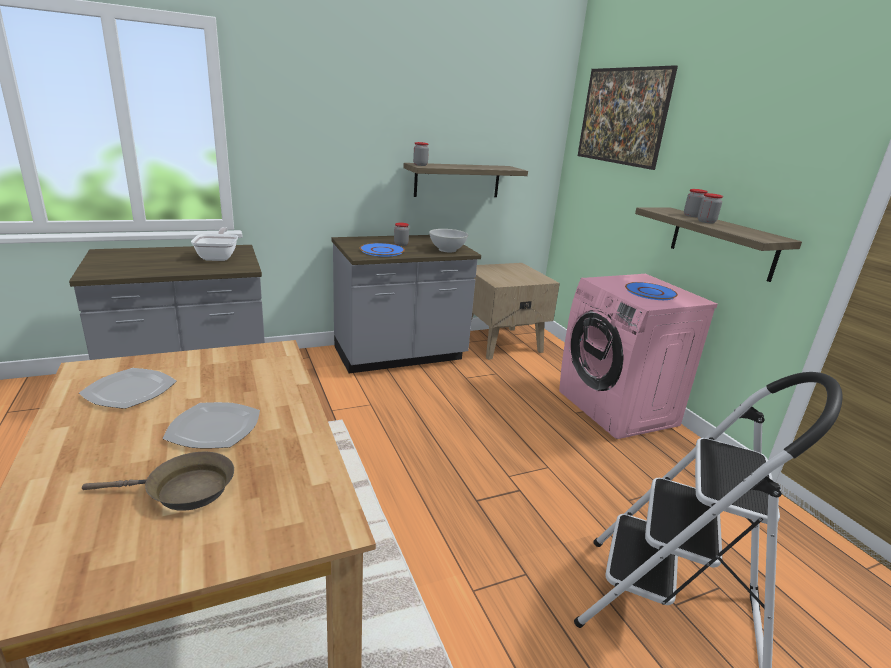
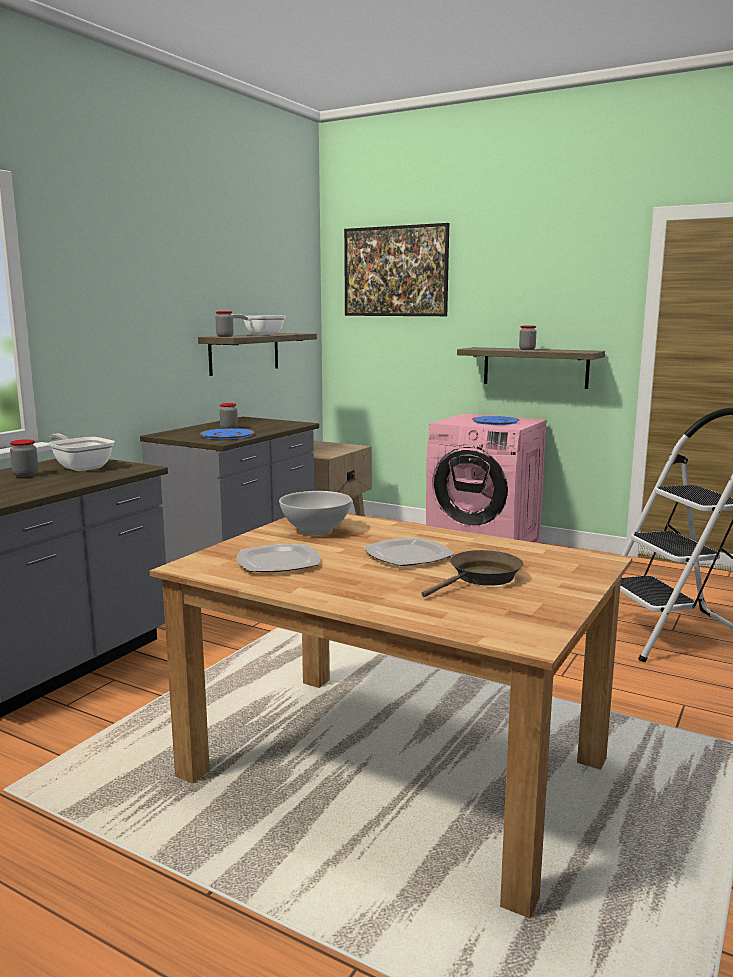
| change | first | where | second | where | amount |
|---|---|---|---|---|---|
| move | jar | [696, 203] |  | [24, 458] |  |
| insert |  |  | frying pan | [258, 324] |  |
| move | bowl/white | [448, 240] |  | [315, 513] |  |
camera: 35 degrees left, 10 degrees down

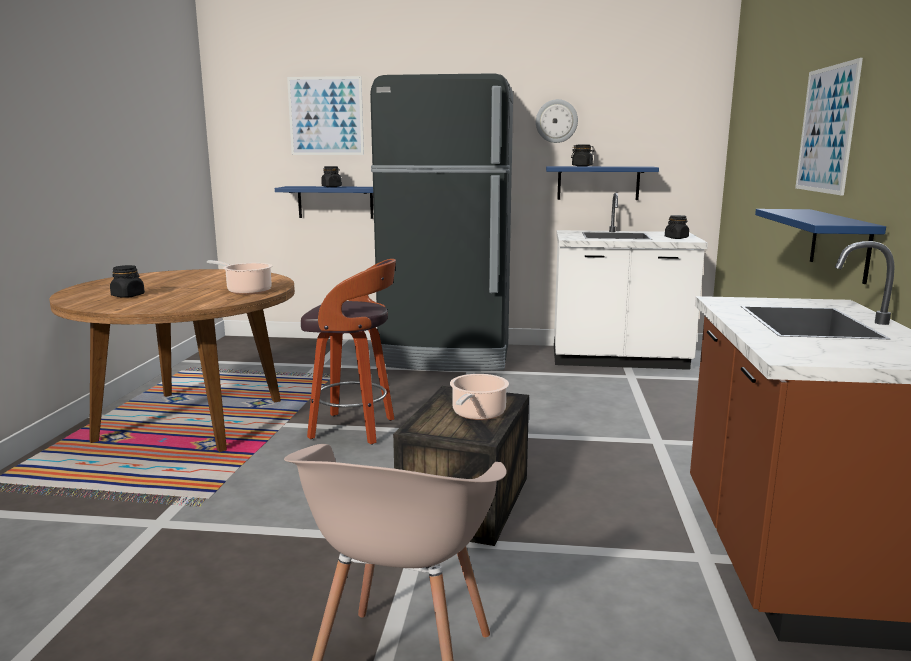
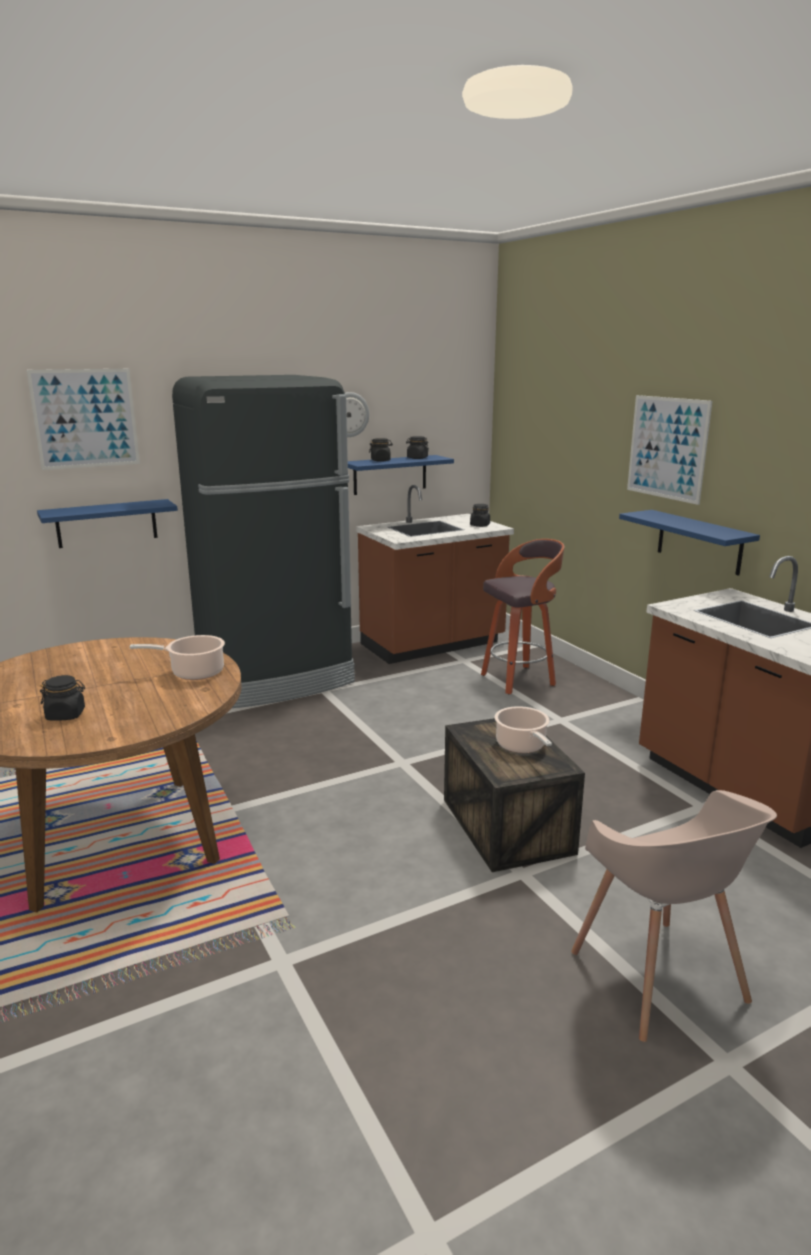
| change | first | where | second | where | amount |
|---|---|---|---|---|---|
| recolor | counter/white | [631, 281] | counter/brown | [435, 574] |  |
| move | jar/black | [331, 176] |  | [417, 447] |  |
| move | stool | [348, 352] |  | [523, 617] |  |
camera: 35 degrees left, 5 degrees up

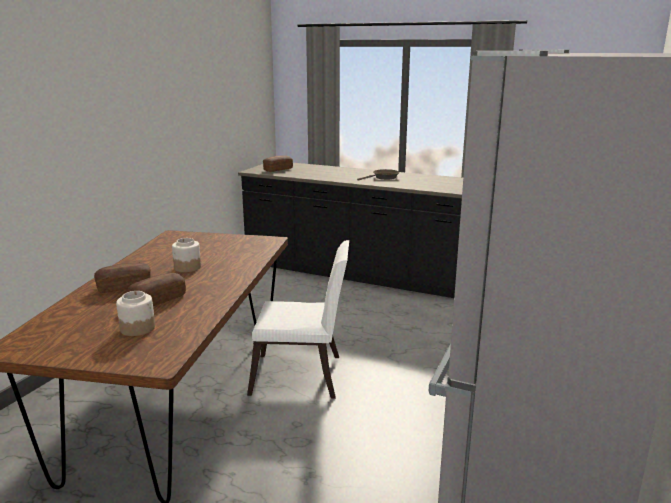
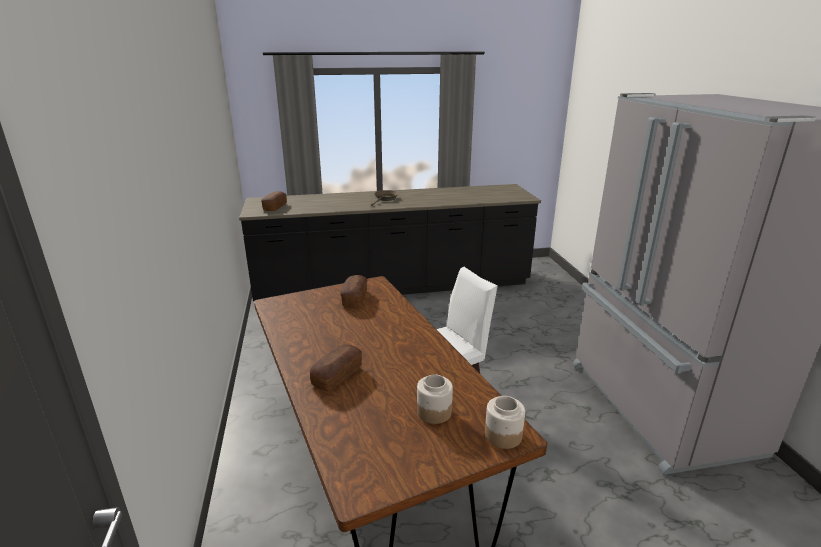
| change | first | where | second | where | amount |
|---|---|---|---|---|---|
| move | bread | [157, 289] |  | [353, 291] |  |
| move | jar | [186, 255] |  | [505, 422] |  |
camera: 35 degrees left, 5 degrees up

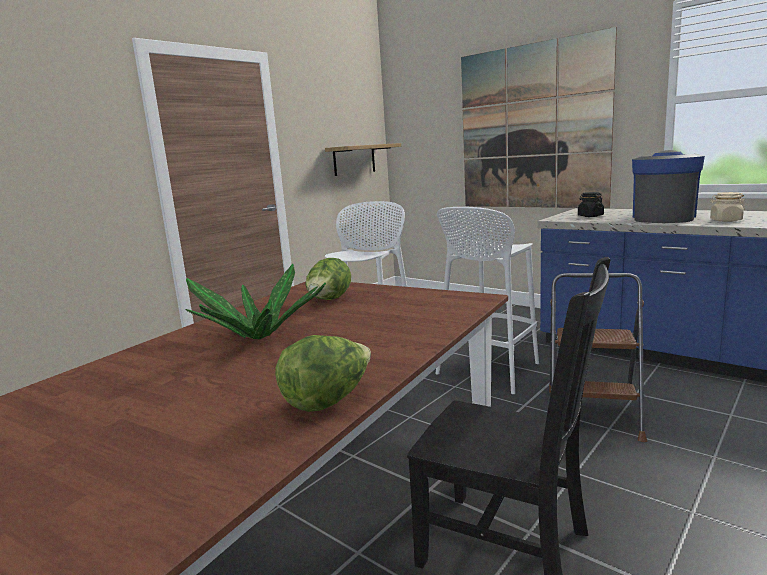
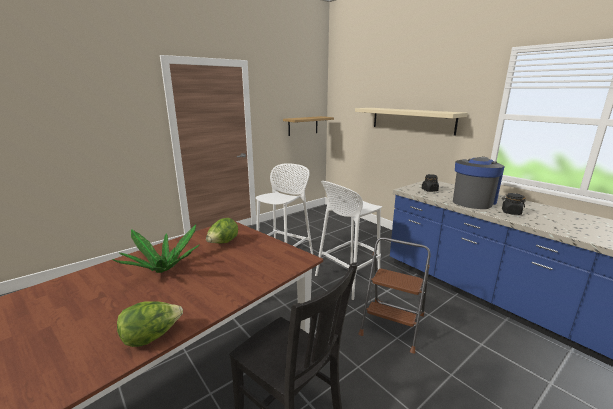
| change | first | where | second | where | amount |
|---|---|---|---|---|---|
| replace | picture | [539, 117] | shelf/beige | [411, 122] |  |
| recolor | jar/beige | [727, 207] | jar/black | [514, 204] |  |
camera: 10 degrees right, 5 degrees up

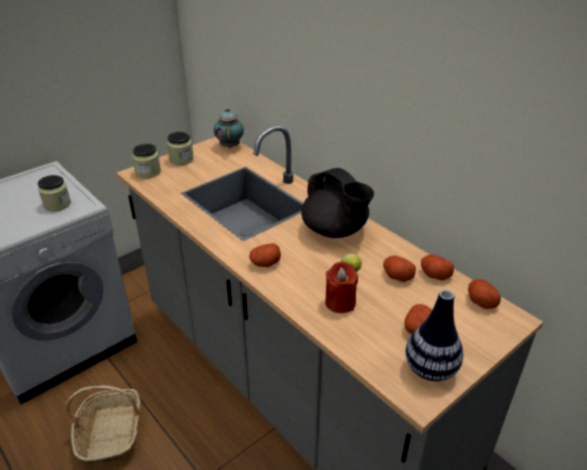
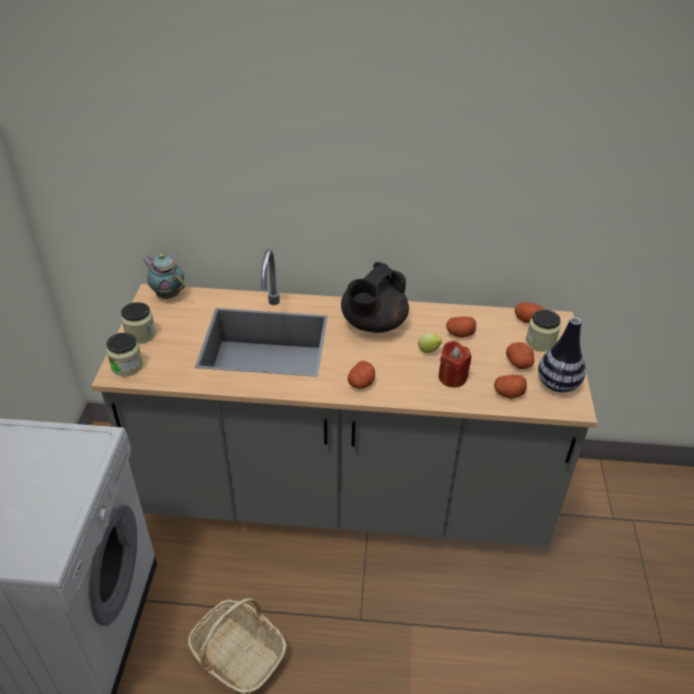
| change | first | where | second | where | amount |
|---|---|---|---|---|---|
| rotate | teapot/black | [337, 203] |  | [375, 297] | 120 degrees clockwise |
| move | potato | [437, 267] |  | [510, 387] |  |
| move | jar | [54, 193] |  | [543, 330] |  |
camera: 45 degrees left, 5 degrees up

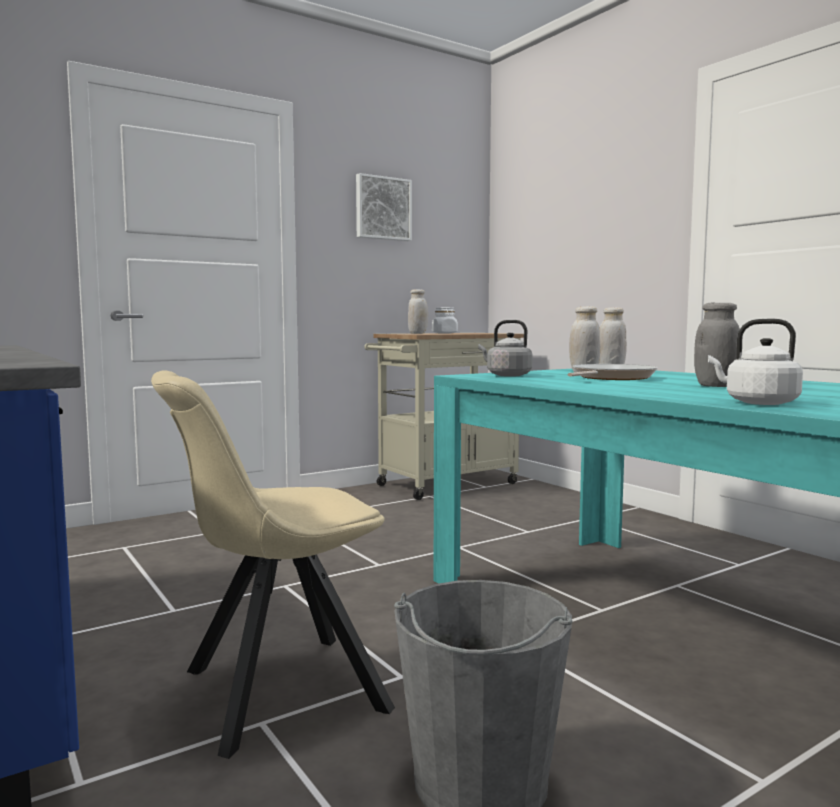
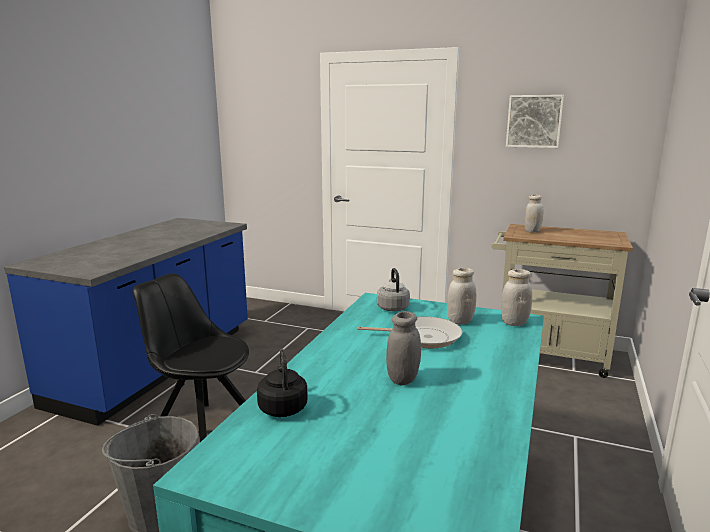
| change | first | where | second | where | amount |
|---|---|---|---|---|---|
| recolor | chair/beige | [273, 564] | chair/black | [190, 357] |  |
| recolor | kettle/white | [755, 362] | kettle/black | [282, 383] |  |
| delete | jar/white | [445, 320] |  |  |  |
camera: 55 degrees right, 10 degrees up

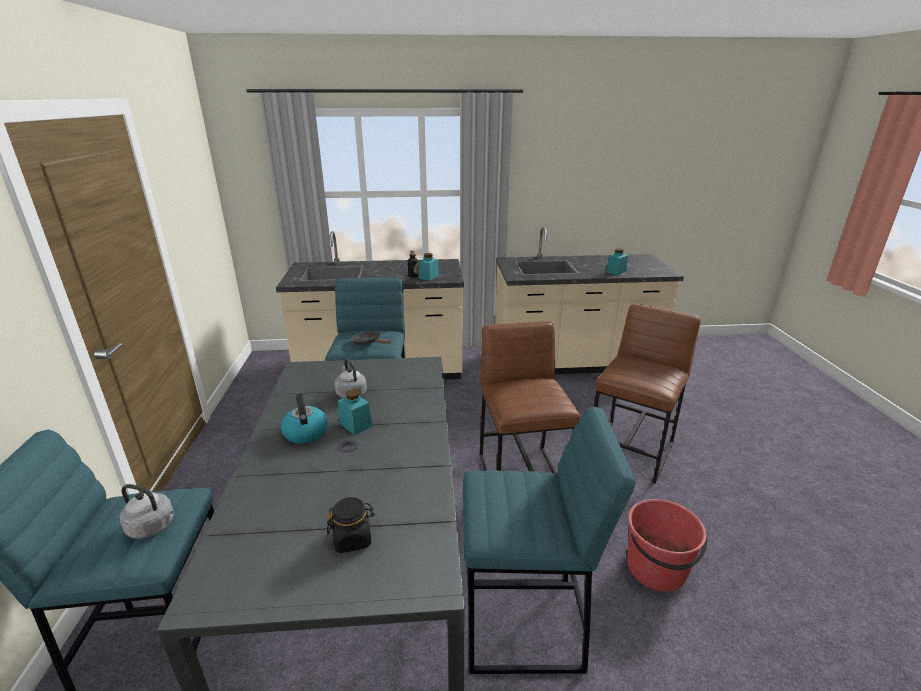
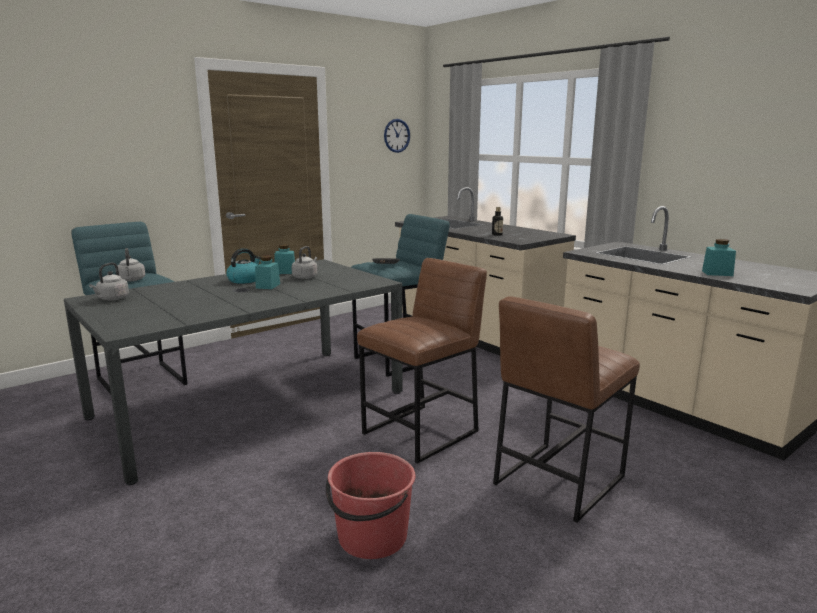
| change | first | where | second | where | amount |
|---|---|---|---|---|---|
| insert |  |  | kettle/grey | [109, 281] |  |
| move | jar/turquoise | [429, 267] |  | [284, 259] |  |
| insert |  |  | wall clock | [397, 136] |  |
| rotate | chair/brown | [647, 394] |  | [566, 409] | 135 degrees clockwise |
| delete | jar/black | [350, 525] |  |  |  |
| delete | stool/turquoise | [549, 540] |  |  |  |
camera: 55 degrees right, 10 degrees down

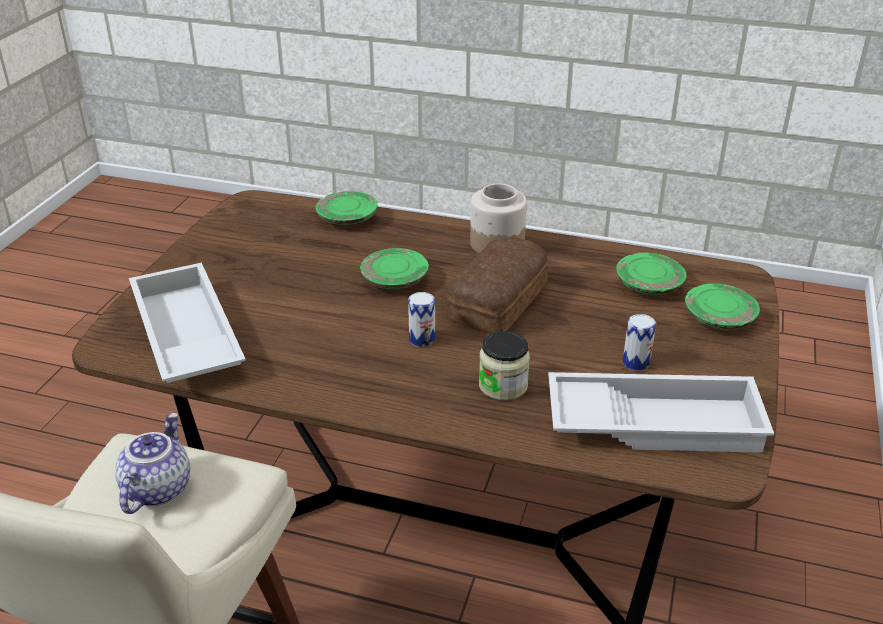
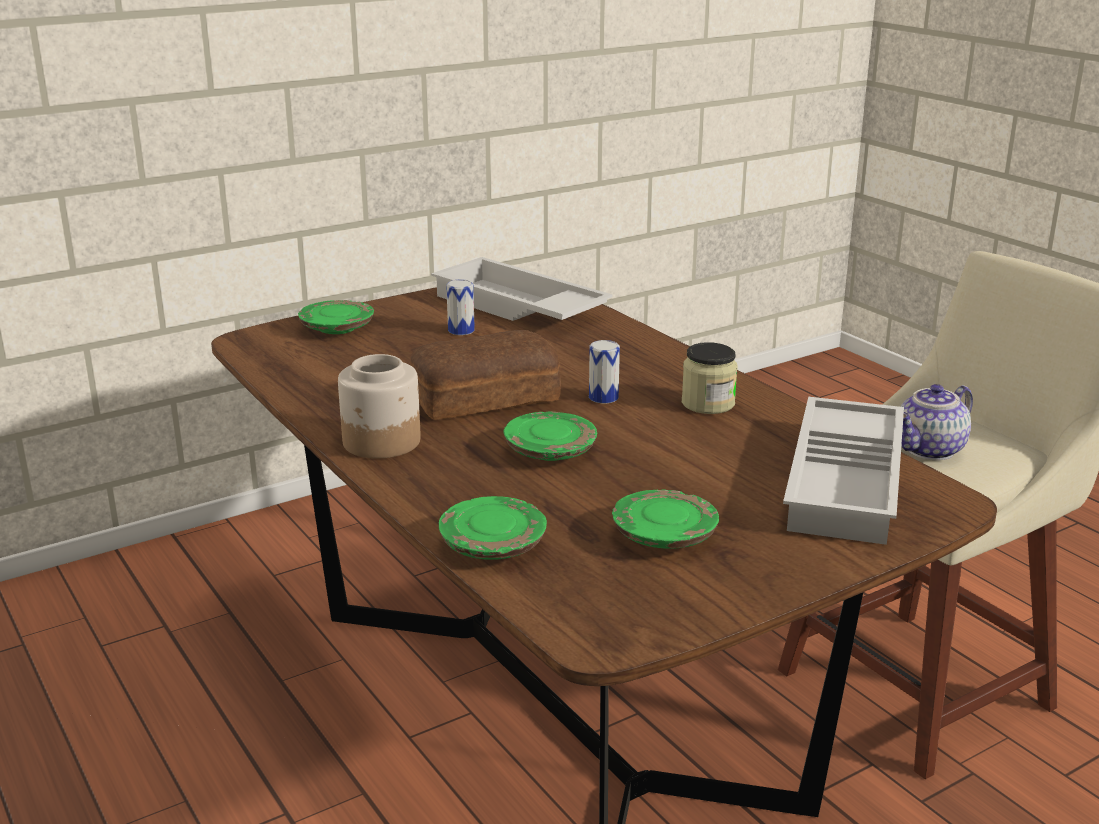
| change | first | where | second | where | amount |
|---|---|---|---|---|---|
| move | plate/green | [651, 274] |  | [665, 519] |  |
| move | jar | [504, 365] |  | [710, 378] |  |
camera: 140 degrees left, 10 degrees down

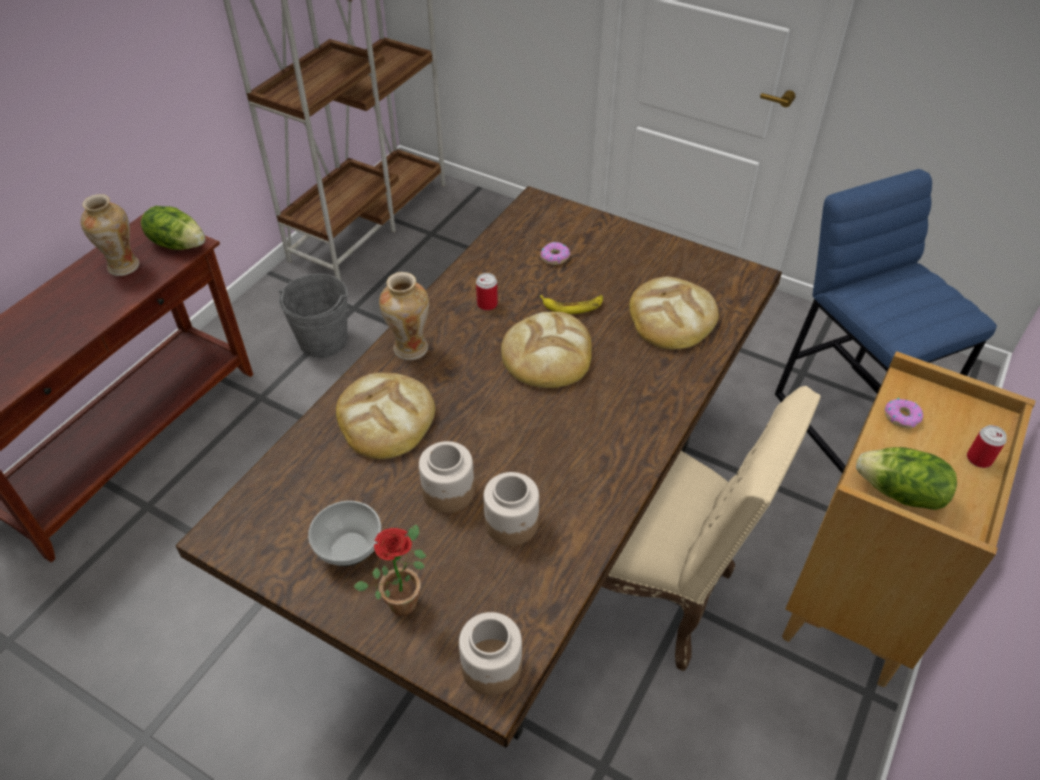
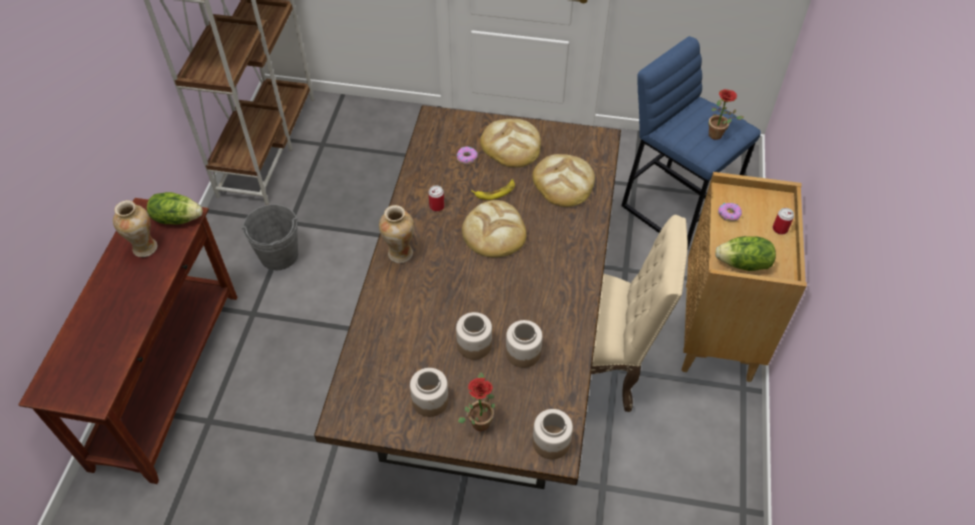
| change | first | where | second | where | amount |
|---|---|---|---|---|---|
| replace | bowl | [344, 533] | jar | [429, 392] |  |
| move | bread | [385, 416] |  | [510, 143] |  |
| insert |  |  | potted plant | [726, 114] |  |
camera: 20 degrees left, 5 degrees up

